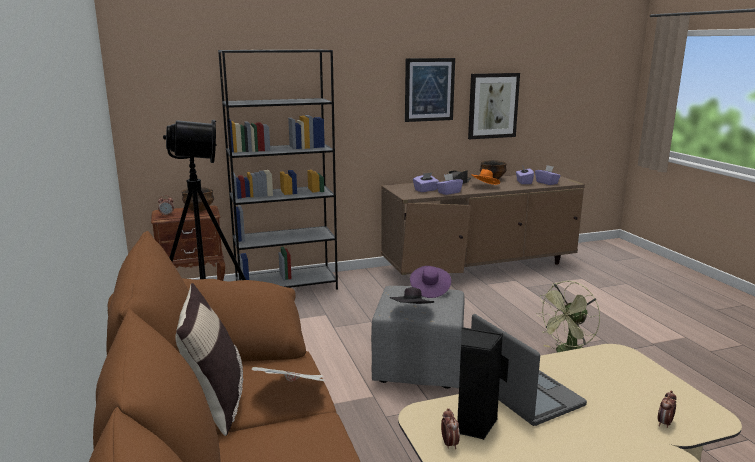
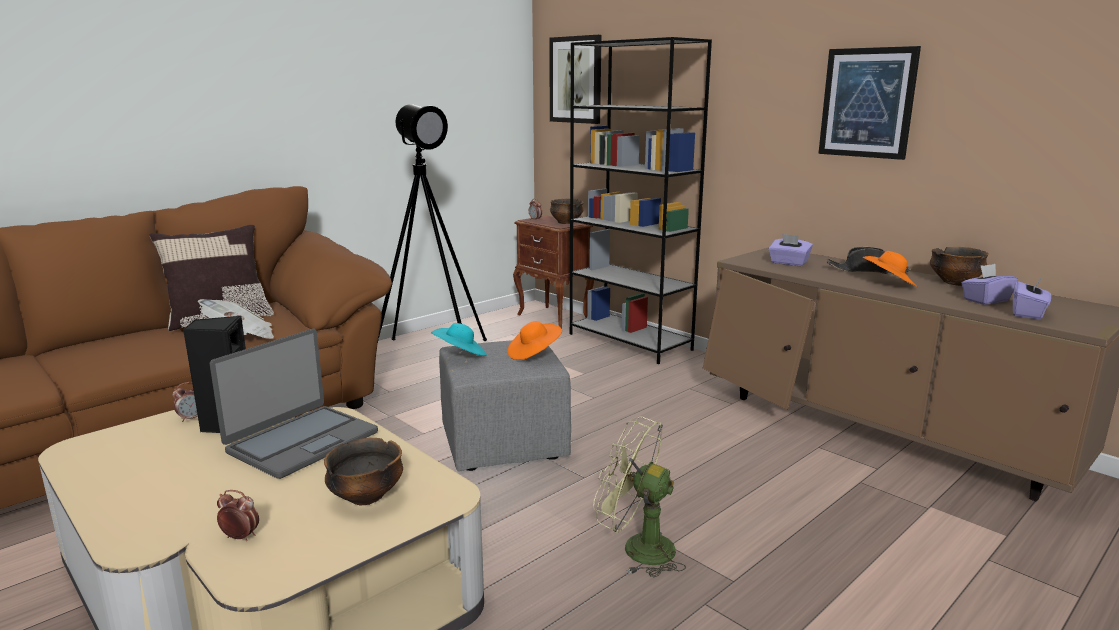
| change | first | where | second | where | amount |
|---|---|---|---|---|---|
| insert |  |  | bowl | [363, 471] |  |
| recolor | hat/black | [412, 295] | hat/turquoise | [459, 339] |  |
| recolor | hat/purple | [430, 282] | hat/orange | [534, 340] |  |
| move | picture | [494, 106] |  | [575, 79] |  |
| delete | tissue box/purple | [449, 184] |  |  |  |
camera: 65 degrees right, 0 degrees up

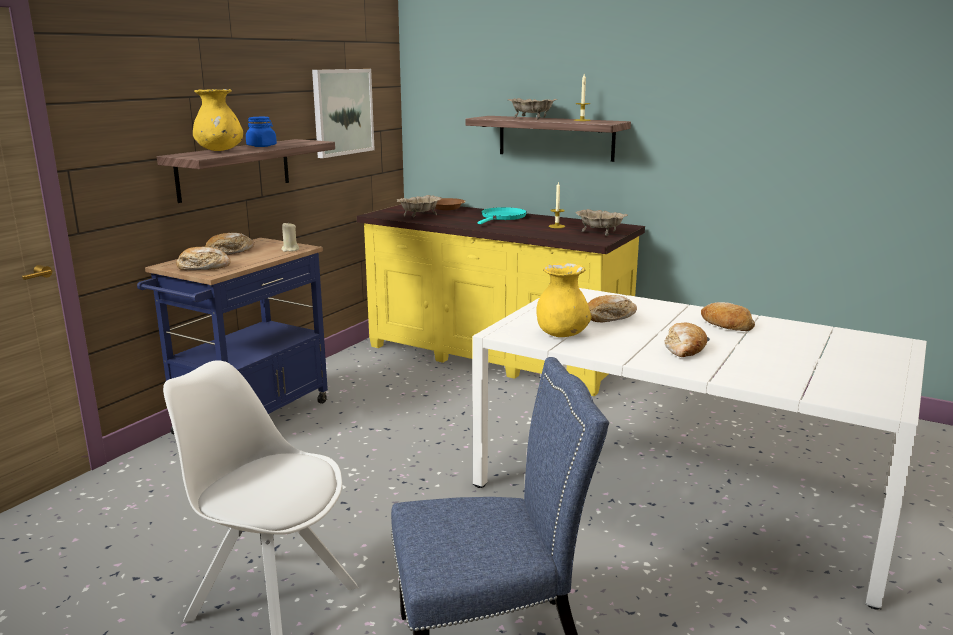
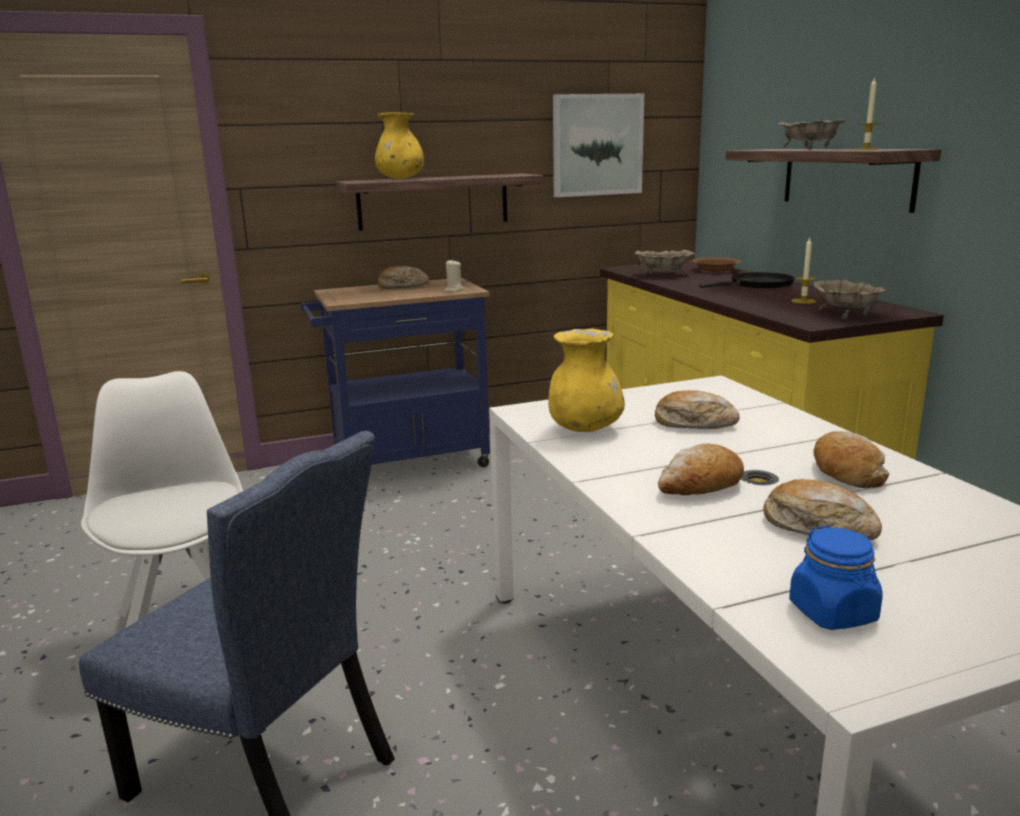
| change | first | where | second | where | amount |
|---|---|---|---|---|---|
| recolor | frying pan/turquoise | [502, 215] | frying pan/black | [747, 280] |  |
| move | bread | [203, 258] |  | [822, 509] |  |
| move | jar/blue | [261, 132] |  | [836, 578] |  |
camera: 40 degrees right, 0 degrees up

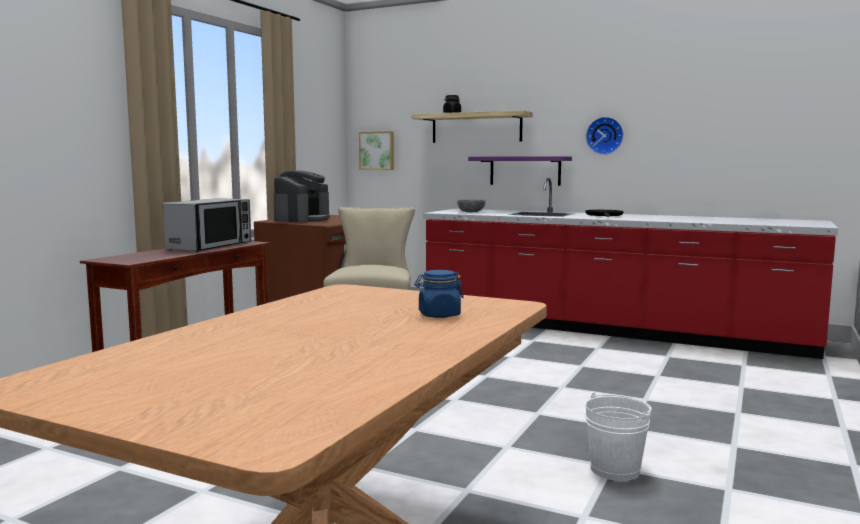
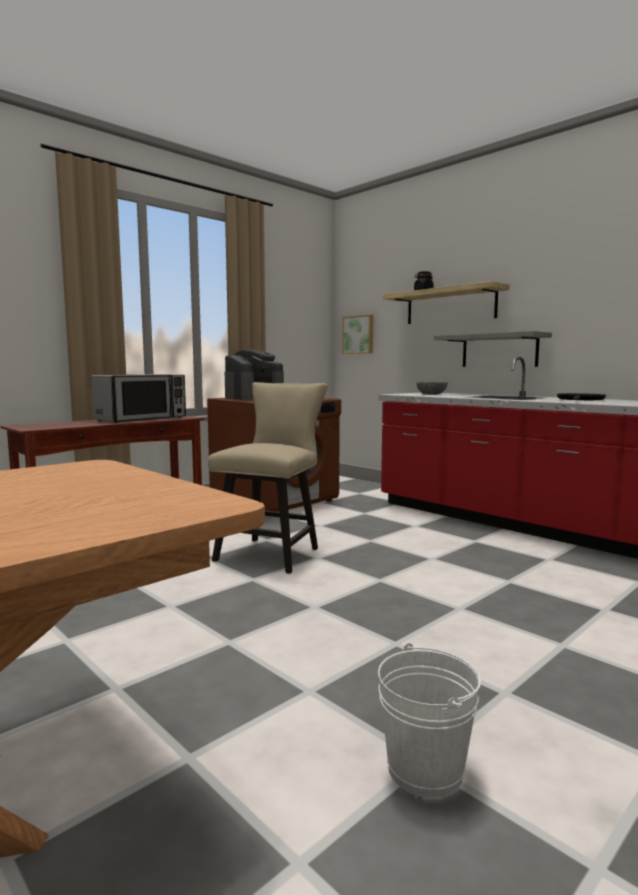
| change | first | where | second | where | amount |
|---|---|---|---|---|---|
| recolor | shelf/purple | [520, 171] | shelf/grey | [493, 349] |  |
| delete | jar/blue | [439, 294] |  |  |  |
| delete | wall clock | [605, 136] |  |  |  |
camera: 20 degrees right, 0 degrees up

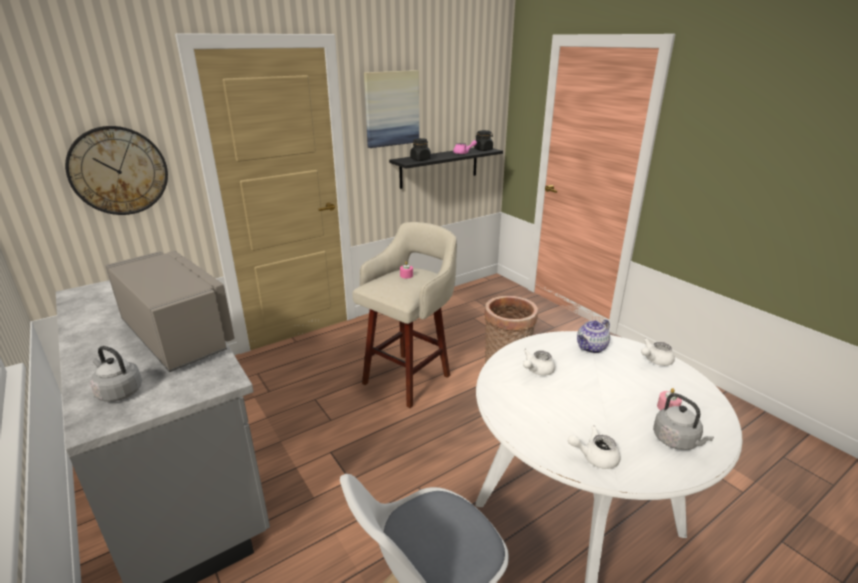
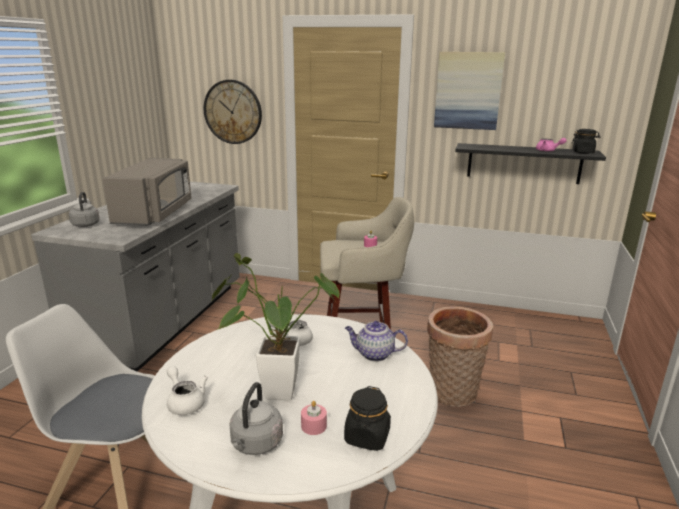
| change | first | where | second | where | amount |
|---|---|---|---|---|---|
| insert |  |  | potted plant | [276, 326] |  |
| move | jar/black | [420, 149] |  | [367, 418] |  |
| delete | teapot/white | [658, 352] |  |  |  |
camera: 50 degrees right, 5 degrees down

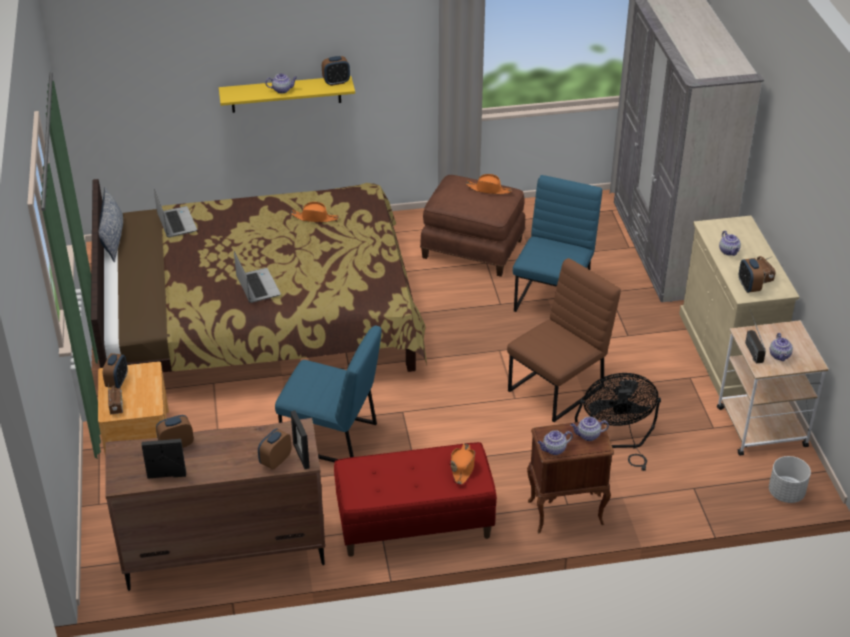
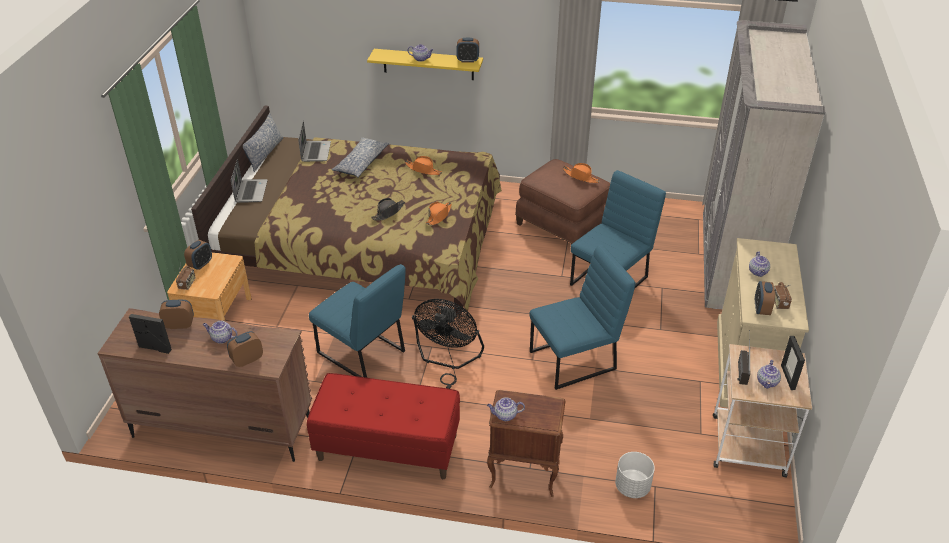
| change | first | where | second | where | amount |
|---|---|---|---|---|---|
| move | teapot | [590, 429] |  | [220, 332] |  |
| move | laptop | [257, 277] |  | [249, 181] |  |
| insert |  |  | pillow | [360, 157] |  |
| insert |  |  | hat/black | [388, 209] |  |
| move | fan/black | [618, 422] |  | [448, 344] |  |
| move | hat/orange | [463, 463] |  | [439, 213] |  |
| recolor | chair/brown | [564, 340] | chair/blue | [583, 317] |  |
| move | planter/white | [790, 479] |  | [635, 475] |  |
| move | picture frame | [300, 439] |  | [793, 363] |  |
camera: 20 degrees right, 0 degrees up

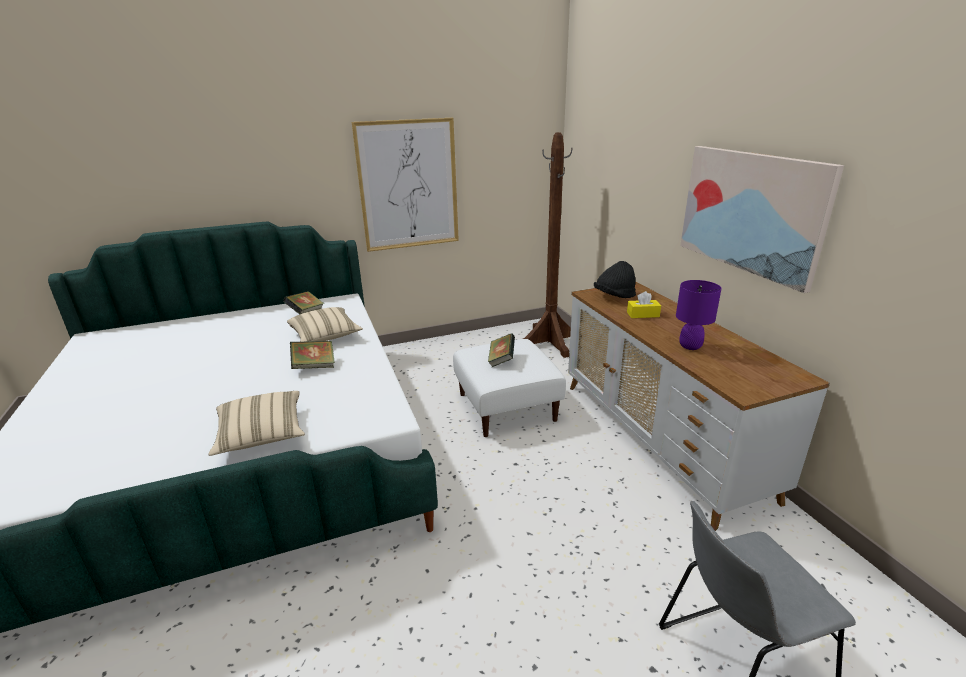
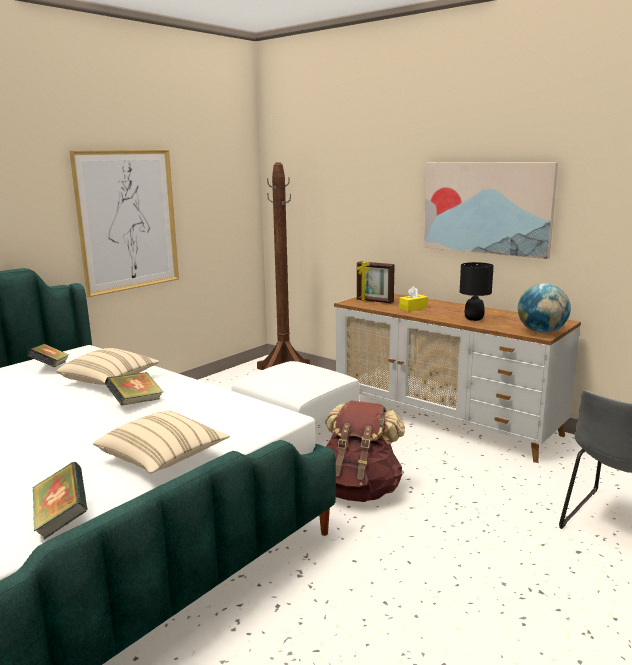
| change | first | where | second | where | amount |
|---|---|---|---|---|---|
| move | book | [501, 350] |  | [60, 501] |  |
| insert |  |  | backpack/brown | [365, 451] |  |
| replace | hat/black | [615, 279] | picture frame | [375, 282] |  |
| recolor | table lamp/purple | [699, 315] | table lamp/black | [477, 291] |  |
| insert |  |  | globe | [544, 308] |  |
camera: 30 degrees left, 10 degrees down

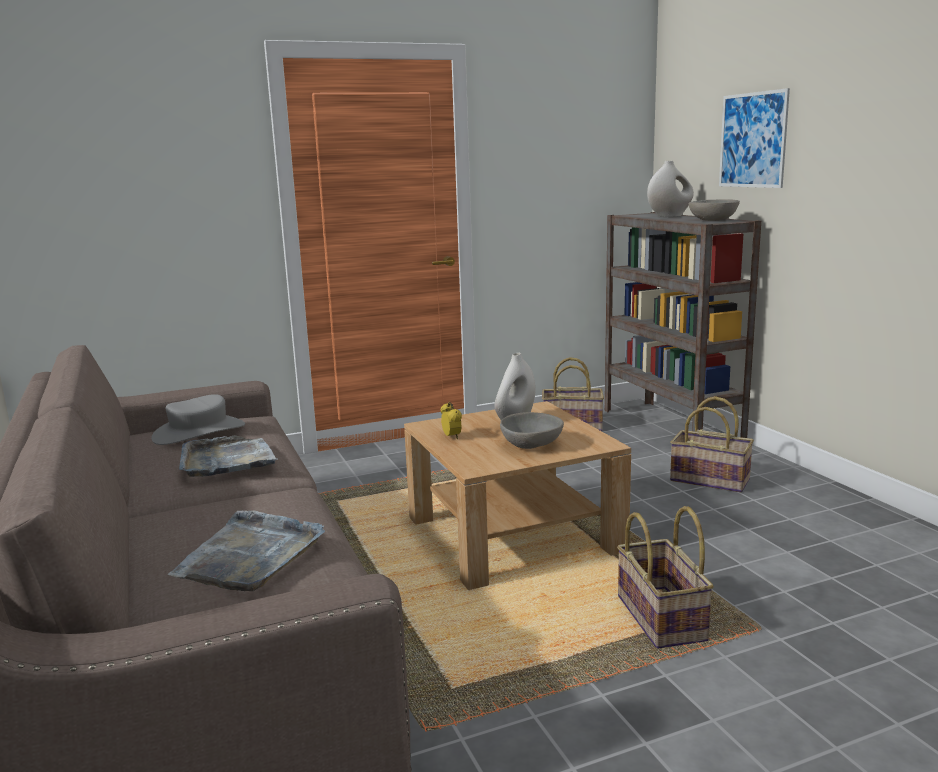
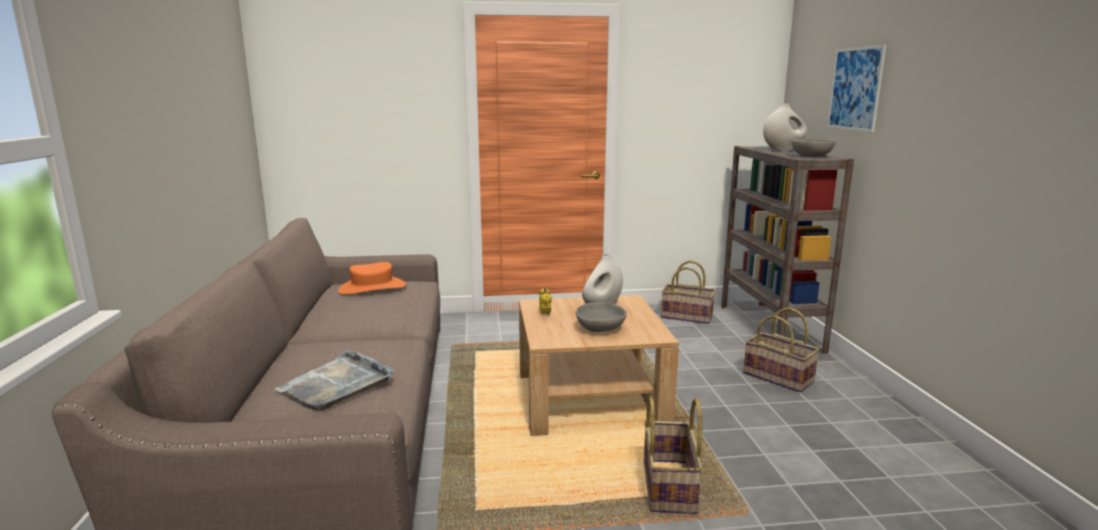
| change | first | where | second | where | amount |
|---|---|---|---|---|---|
| recolor | hat/grey | [198, 419] | hat/orange | [372, 278] |  |
| delete | tray/grey | [229, 456] |  |  |  |
camera: 15 degrees right, 0 degrees up

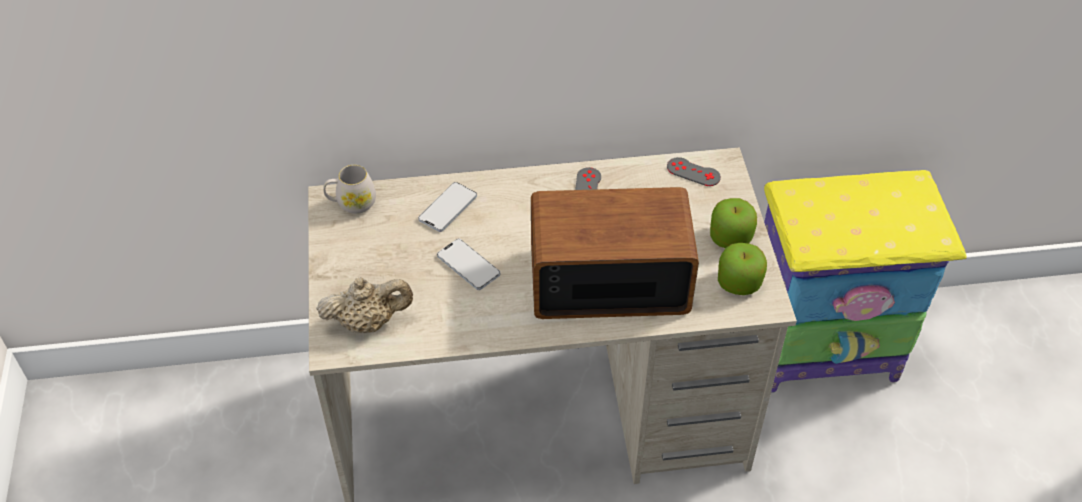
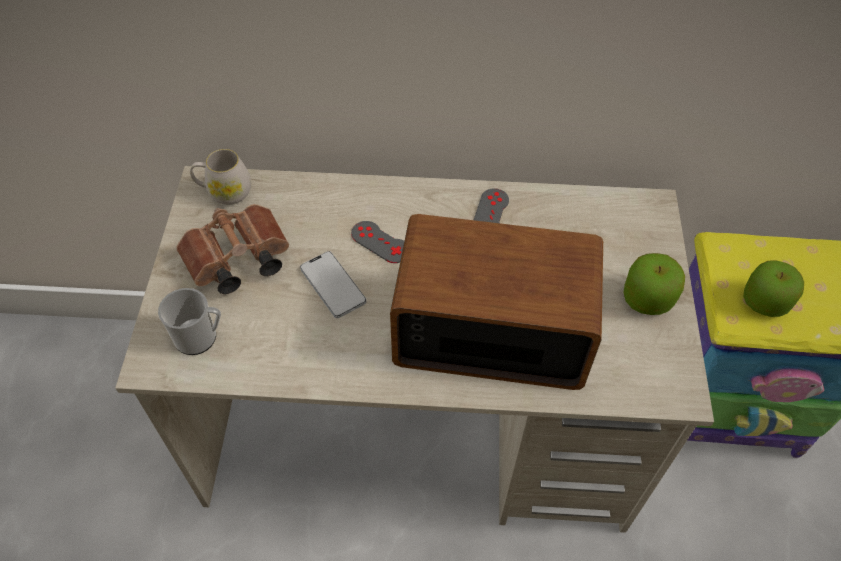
| change | first | where | second | where | amount |
|---|---|---|---|---|---|
| replace | teapot/beige | [364, 305] | mug | [189, 321] |  |
| insert |  |  | binoculars/brown | [232, 249] |  |
| move | game controller/grey | [694, 171] |  | [377, 242] |  |
| move | apple | [742, 269] |  | [773, 289] |  |
| delete | phone | [447, 207] |  |  |  |
camera: 10 degrees right, 5 degrees up

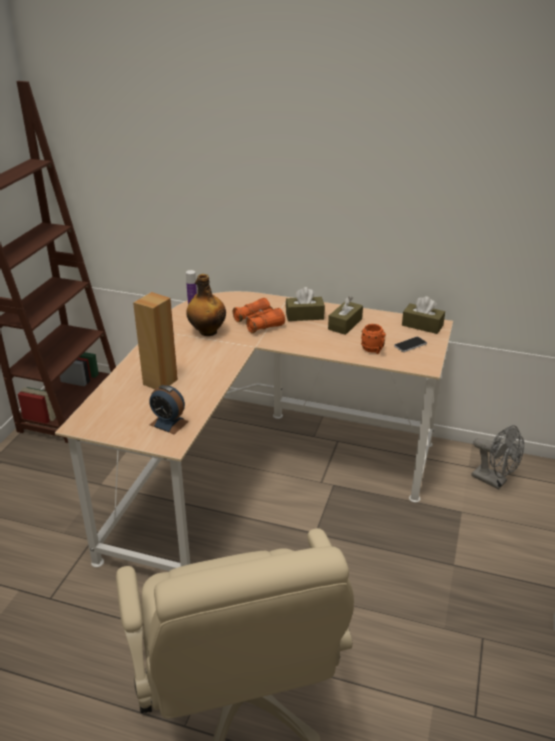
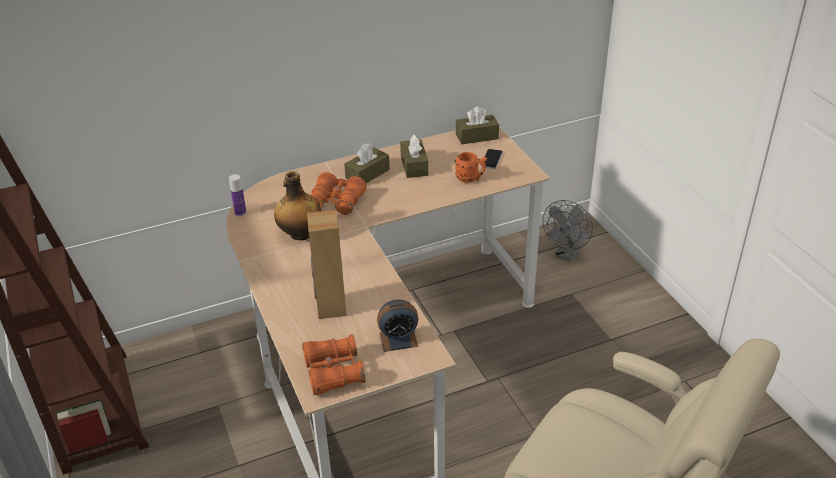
| change | first | where | second | where | amount |
|---|---|---|---|---|---|
| insert |  |  | binoculars/orange | [333, 364] |  |
| rotate | fan/grey | [498, 457] |  | [568, 231] | 120 degrees clockwise |
camera: 40 degrees left, 5 degrees up

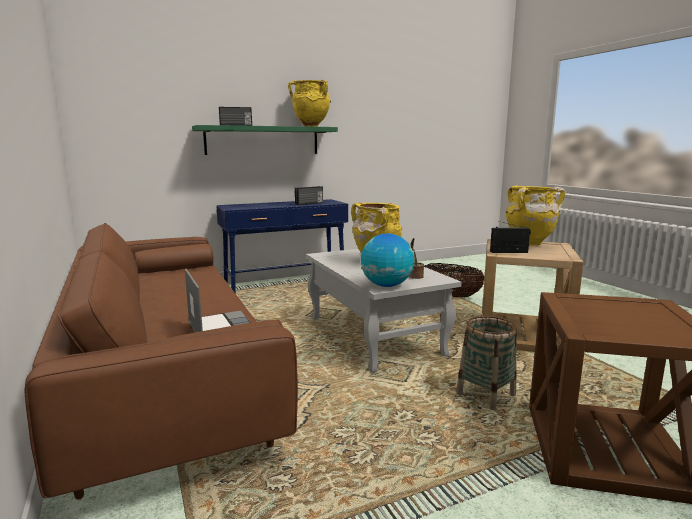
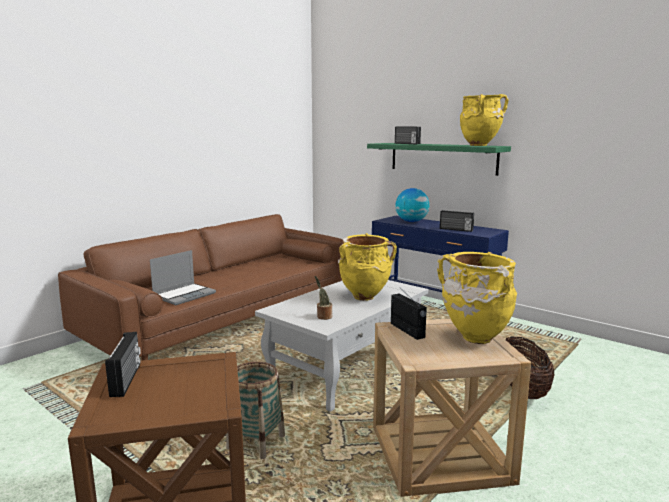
| change | first | where | second | where | amount |
|---|---|---|---|---|---|
| insert |  |  | radio | [123, 364] |  |
| move | globe | [387, 260] |  | [412, 205] |  |
camera: 65 degrees right, 0 degrees up

